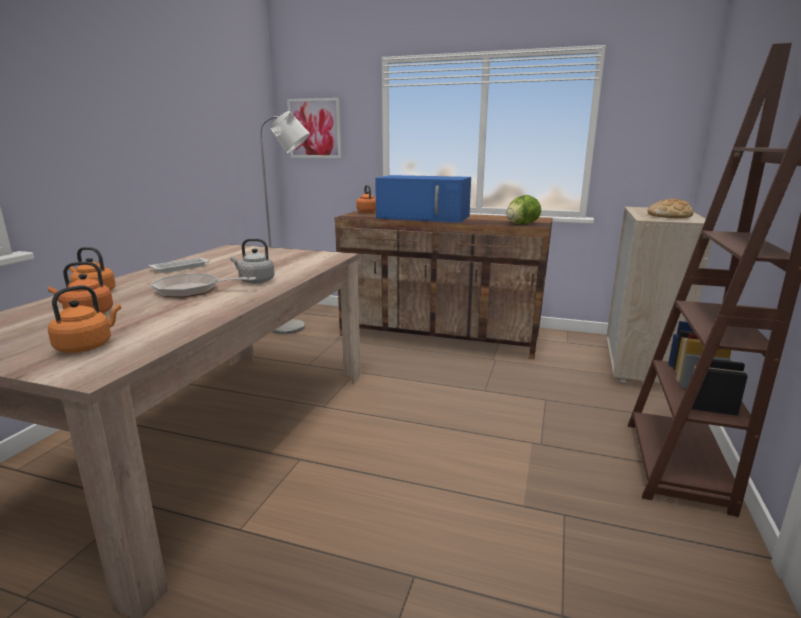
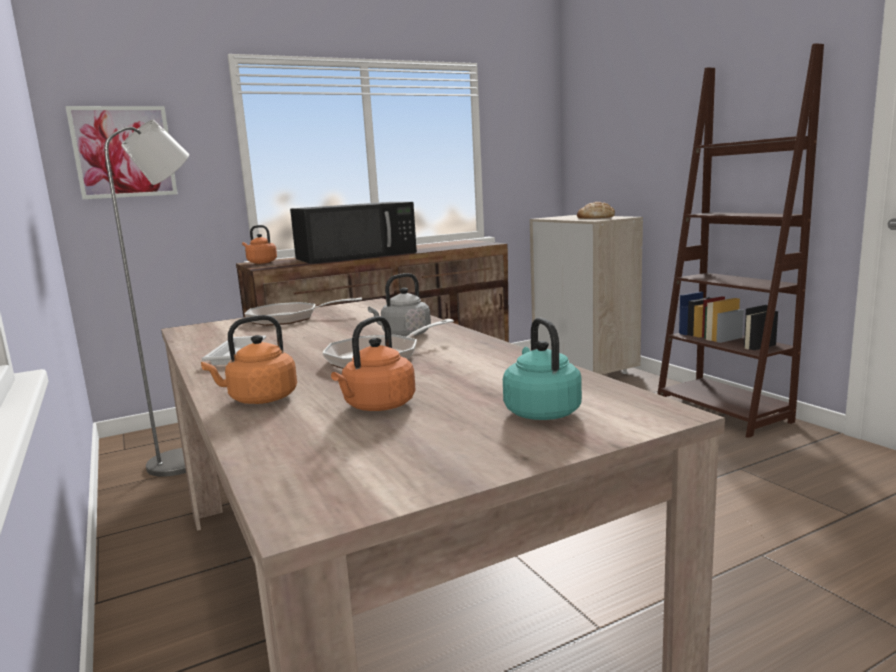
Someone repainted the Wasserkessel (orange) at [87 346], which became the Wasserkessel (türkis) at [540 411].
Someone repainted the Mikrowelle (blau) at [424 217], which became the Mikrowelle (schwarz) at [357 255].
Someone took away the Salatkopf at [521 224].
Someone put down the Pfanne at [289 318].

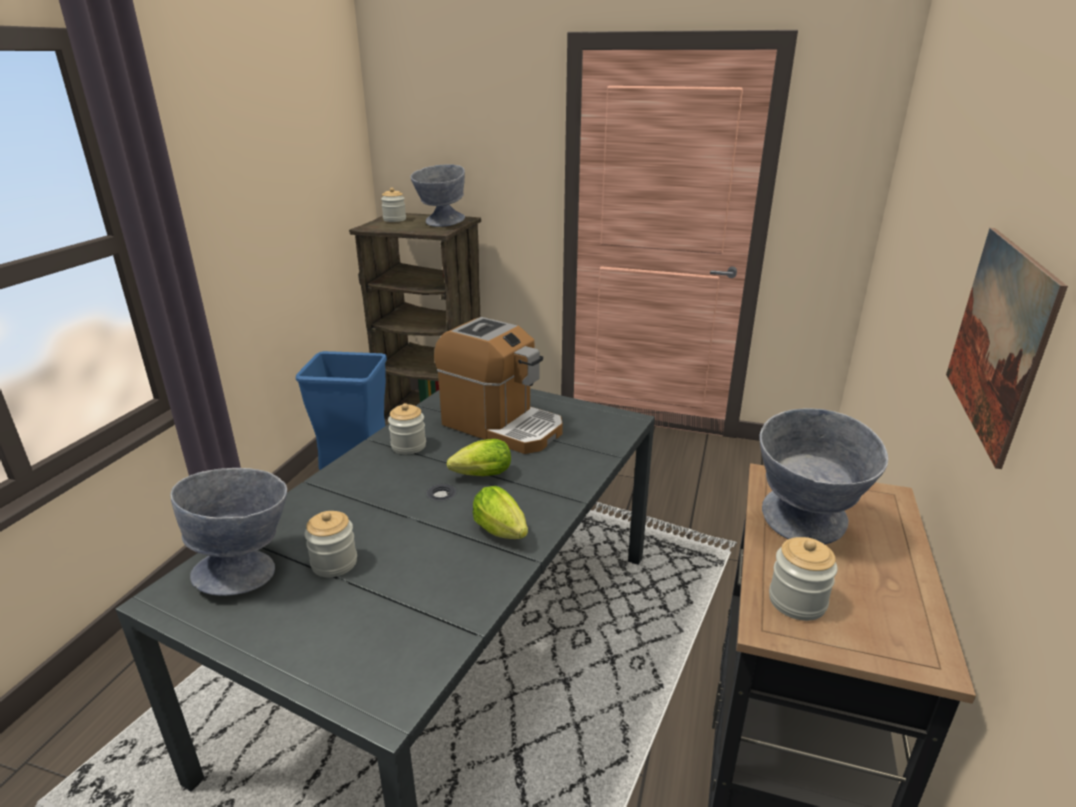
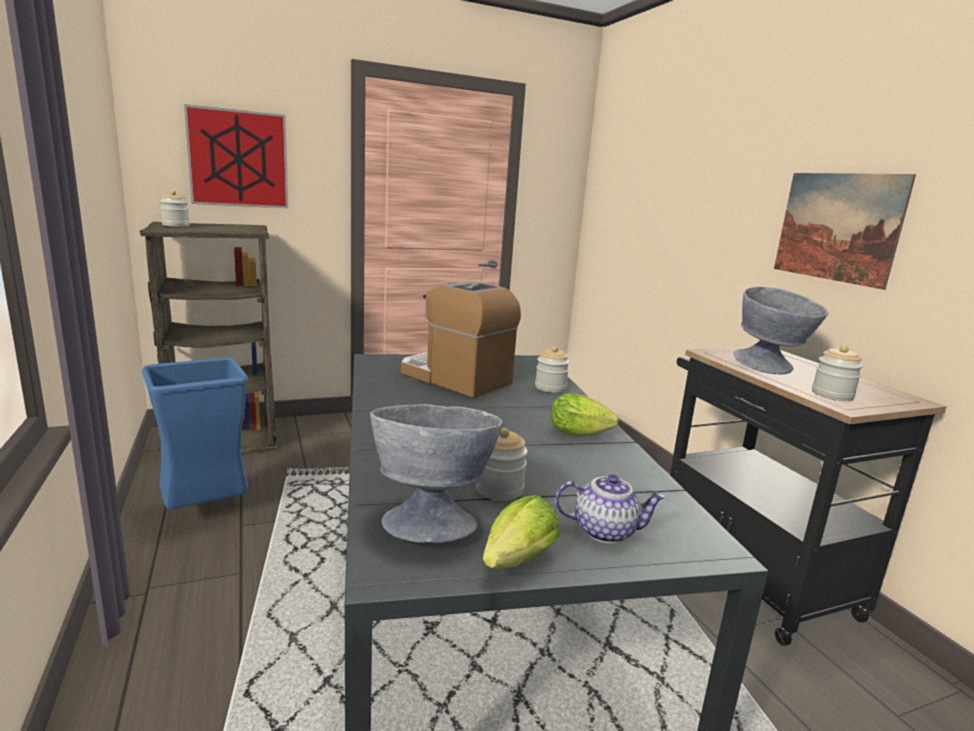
Someone carried the Vorratsglas from [408 446] to [550 387].
Someone took away the Schüssel (grau) at [441 224].
Someone rotated the Kaffeemaschine at [502 426] by 135 degrees counterclockwise.
Someone carried the Salatkopf from [479 476] to [515 563].
Someone put up the Bild at [238 159].
Someone put down the Teekanne at [605 530].

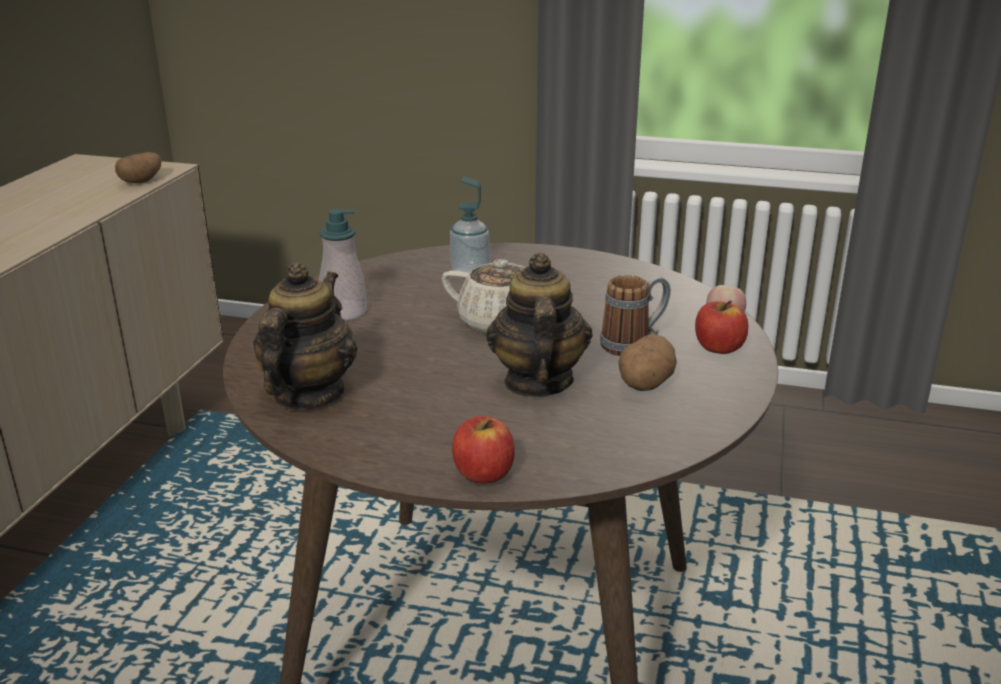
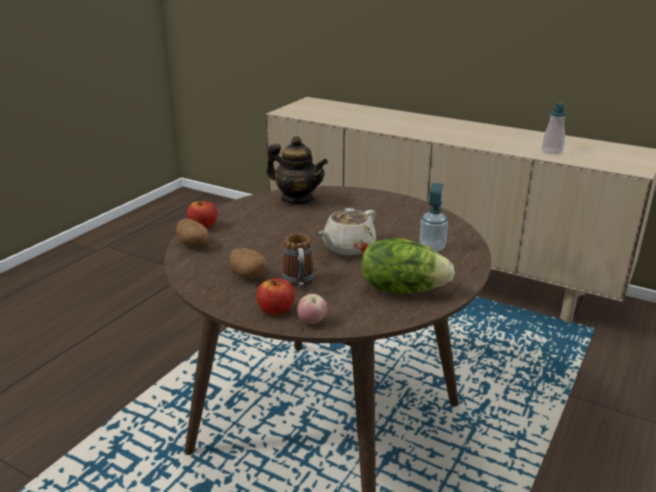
Someone carried the Kartoffel from [141 181] to [194 245].
Someone carried the Seifenspender from [344 312] to [552 151].
Someone took away the Teekanne at [537 382].
Someone put down the Salatkopf at [402 289].

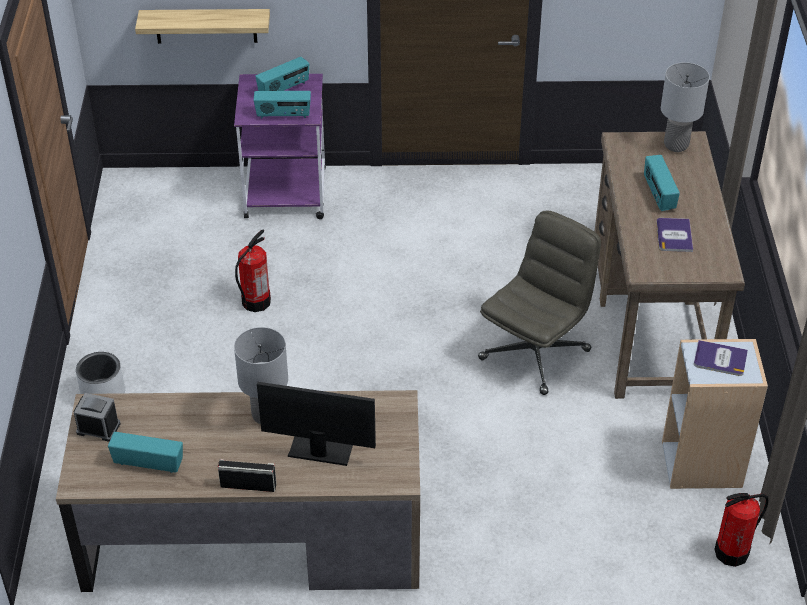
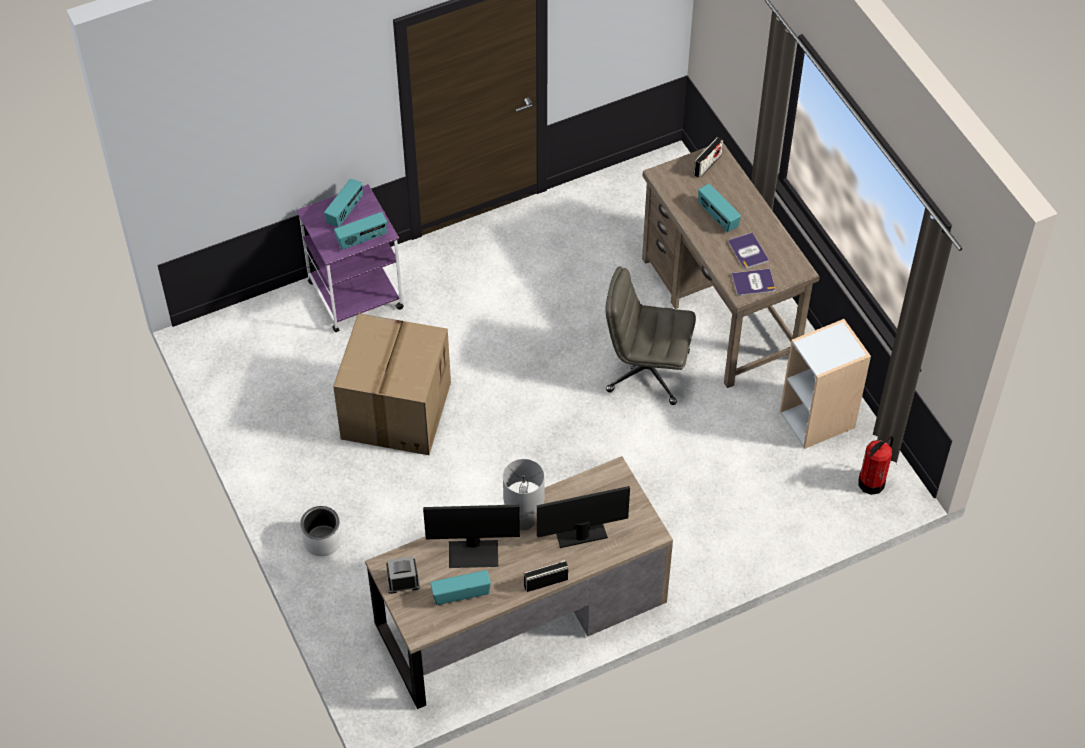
Someone took away the Wandregal at [206 26].
Someone swapped the Feuerlöscher at [255 302] for the Karton at [395 409].
Someone rotated the Bürostuhl (grau) at [535 353] by 90 degrees counterclockwise.
Someone swapped the Tischlampe (grau) at [676 146] for the Radio at [707 165].
Someone carried the Buch from [720 359] to [753 283].
Someone put down the Monitor at [473 553].

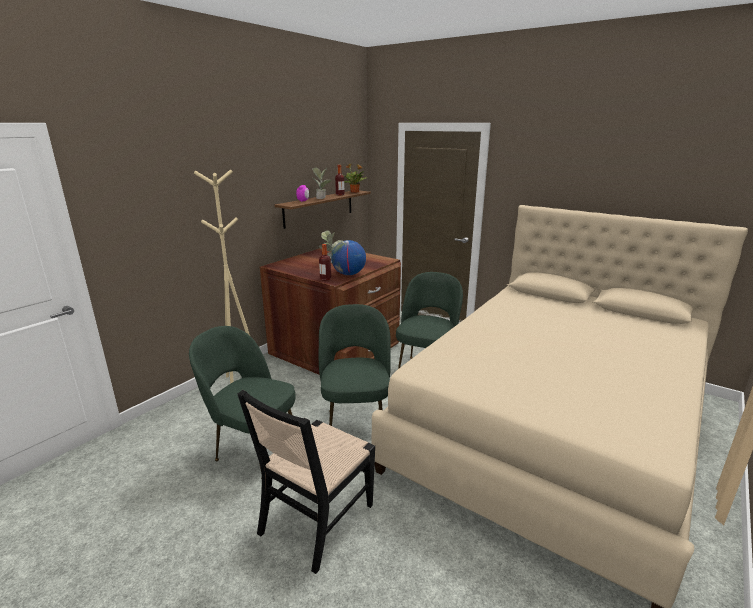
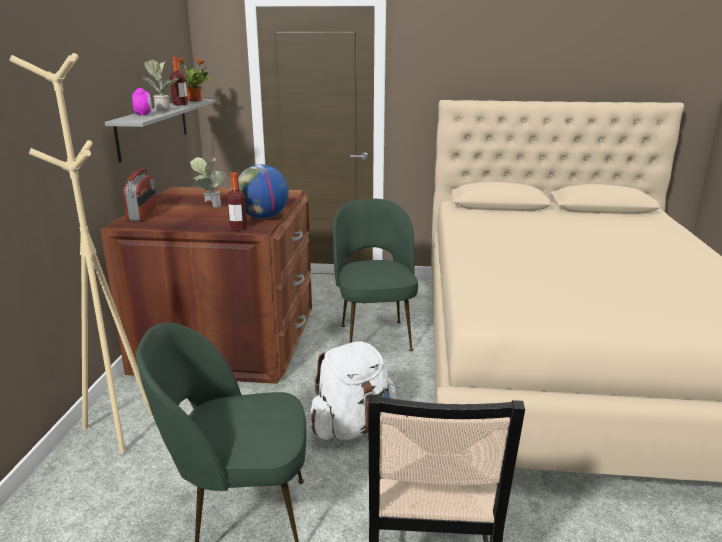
Someone repainted the Wandregal (braun) at [319 208], which became the Wandregal (grau) at [153 127].
Someone swapped the Stuhl (grün) at [356 422] for the Rucksack (weiß) at [352 426].
Someone put down the Radio at [143 214].

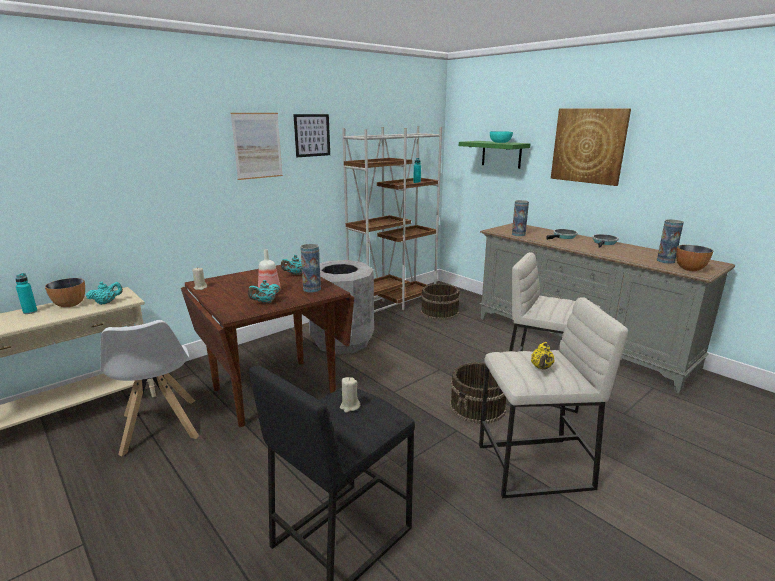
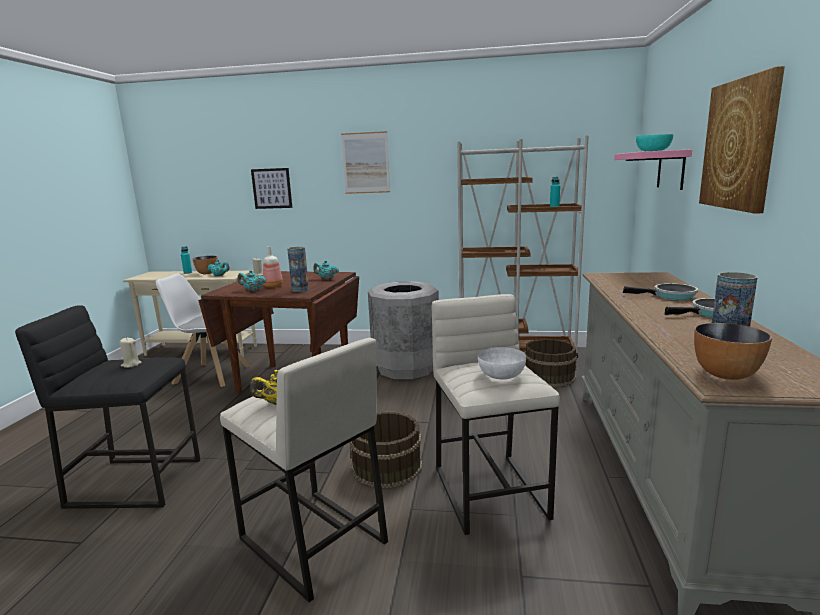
Someone rotated the Stuhl at [159 428] by 75 degrees clockwise.
Someone carried the Bild from [312 135] to [272 188].
Someone repainted the Wandregal (grün) at [501 154], which became the Wandregal (rosa) at [671 169].
Someone took away the Vase at [518 234].
Someone put down the Schüssel (weiß) at [501 375].

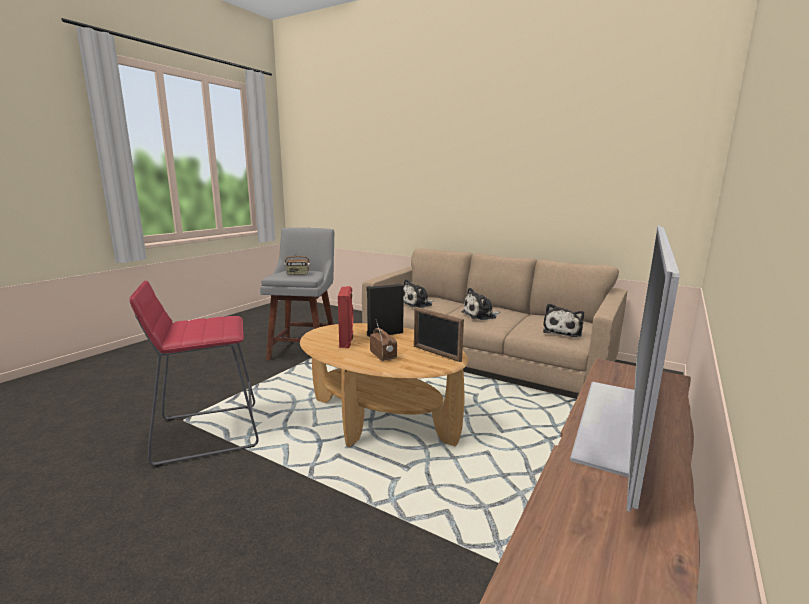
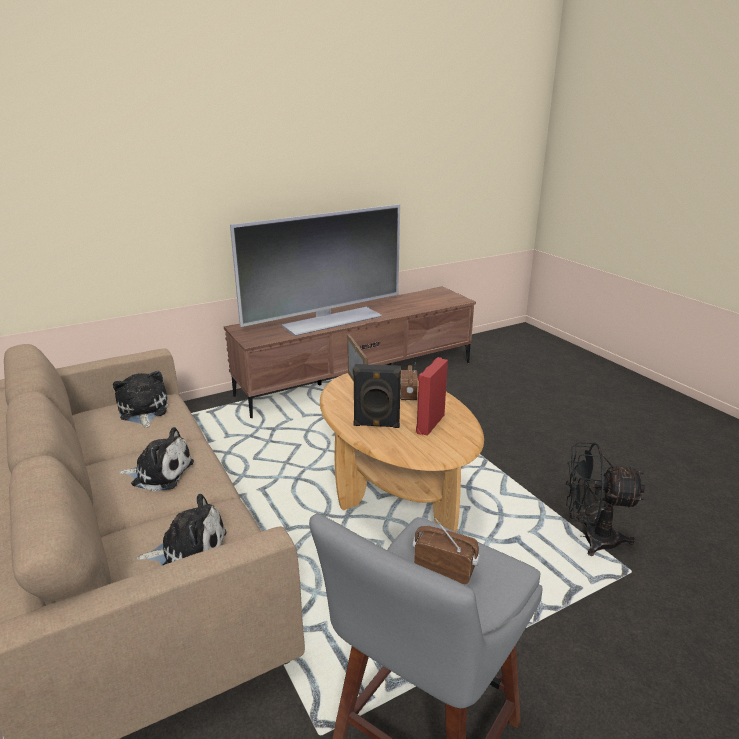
Someone swapped the Hocker (rot) at [207 433] for the Ventilator (schwarz) at [590 538].
Someone rotated the Plüschtier at [563 331] by 75 degrees counterclockwise.

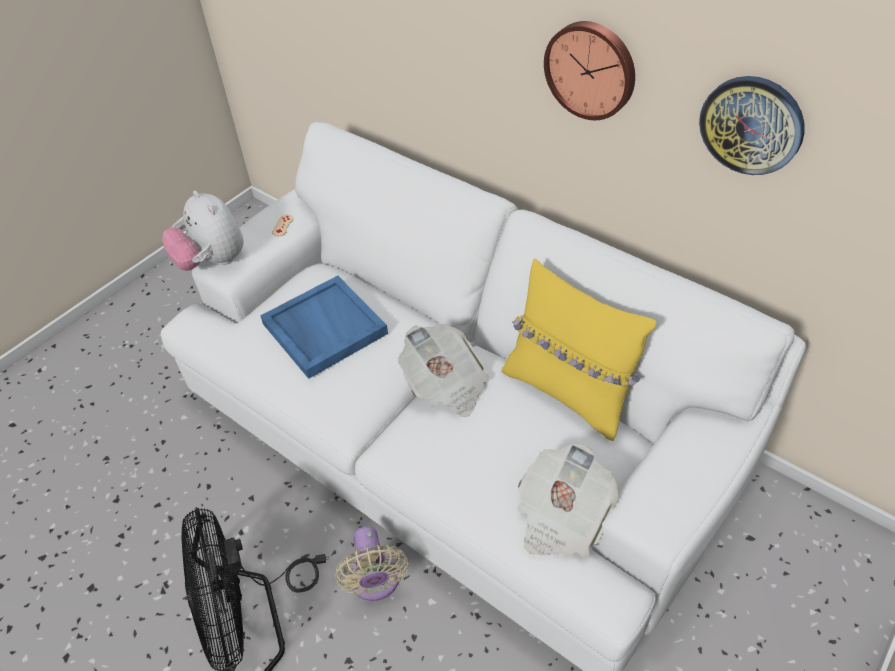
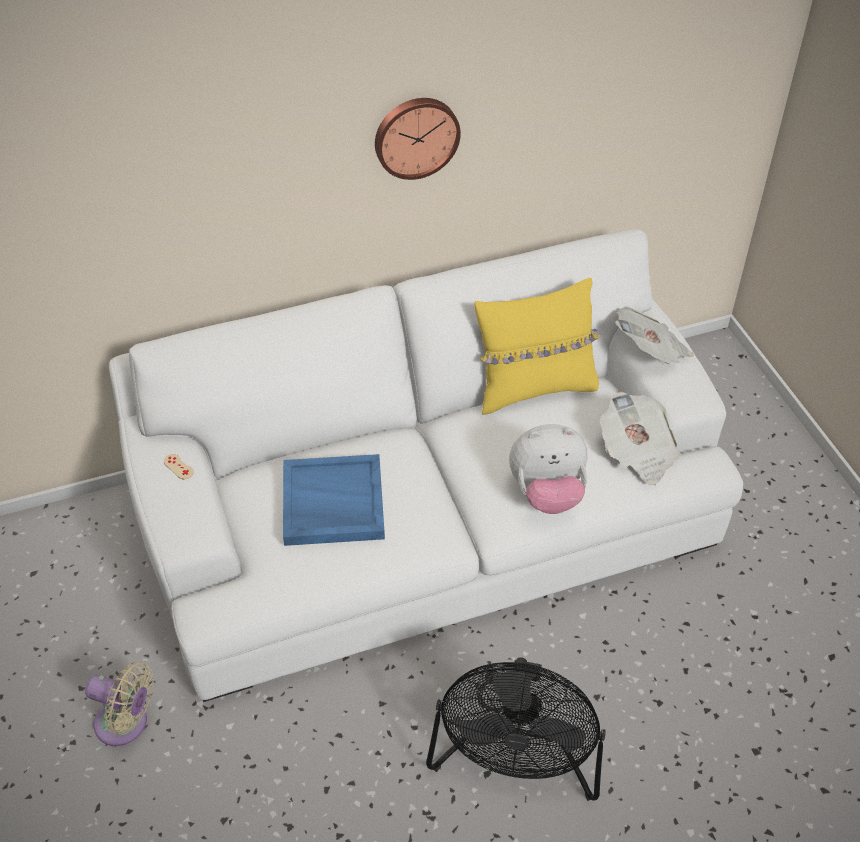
Someone carried the Plüschtier from [212 261] to [547 493].
Someone carried the Ventilator (beige) from [375 582] to [126 724].
Someone carried the Zeitung from [445 385] to [651 352].
Someone took away the Wanduhr at [751 125].

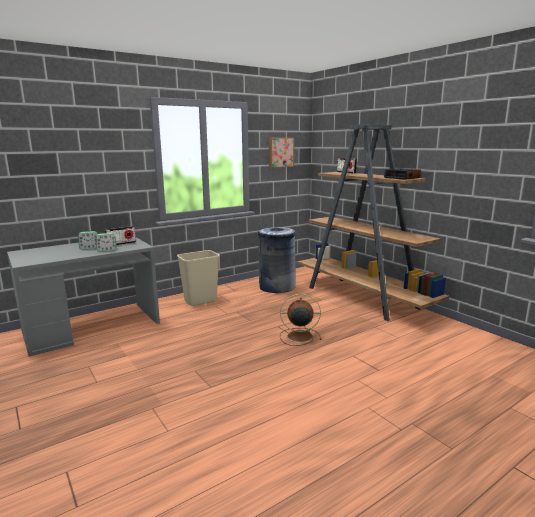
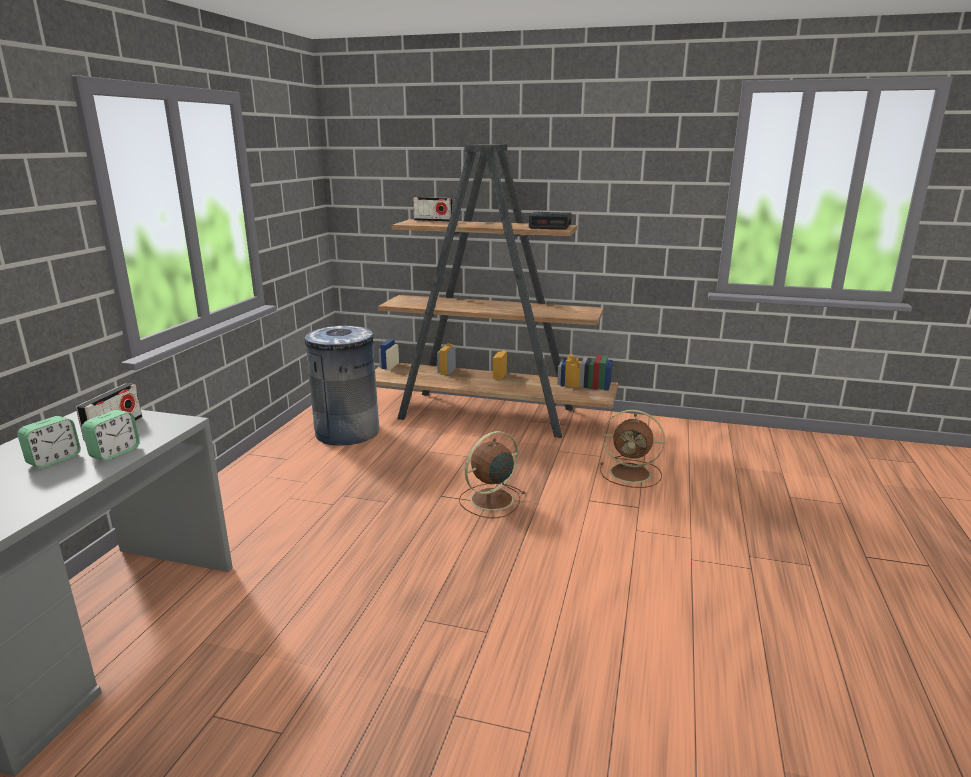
Someone took away the Mülleimer (beige) at [200 301].
Someone took away the Bild at [280 152].
Someone put down the Ventilator (braun) at [632 473].

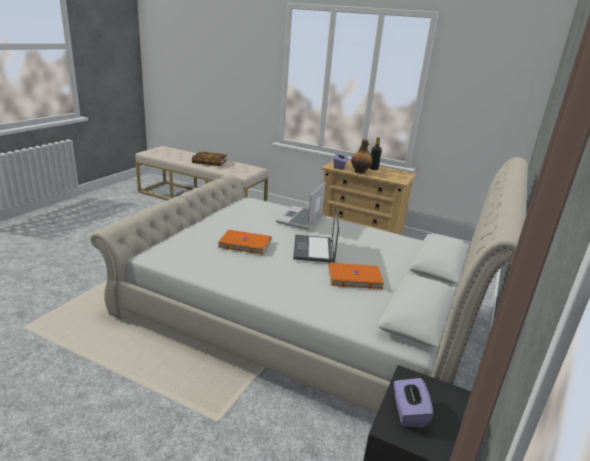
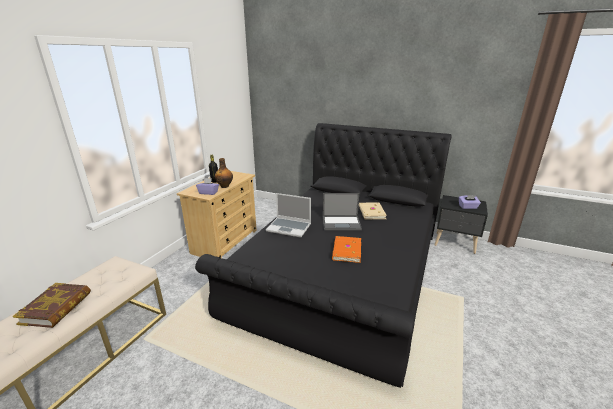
Someone repainted the Bett (beige) at [302 313], which became the Bett (schwarz) at [343 269].
Someone repainted the Buch (orange) at [354 277], which became the Buch (beige) at [371 212].

